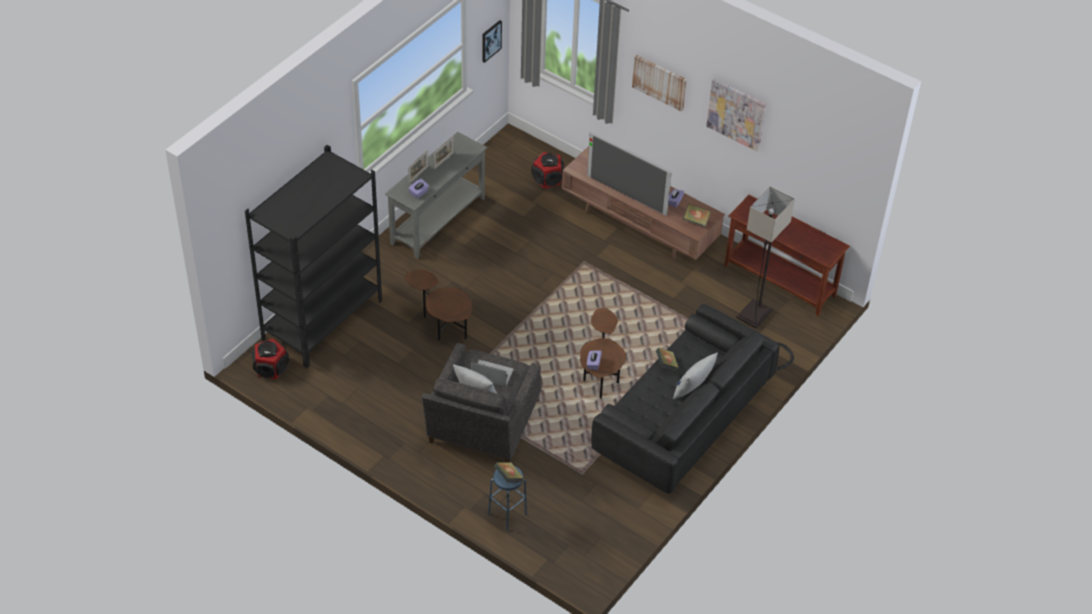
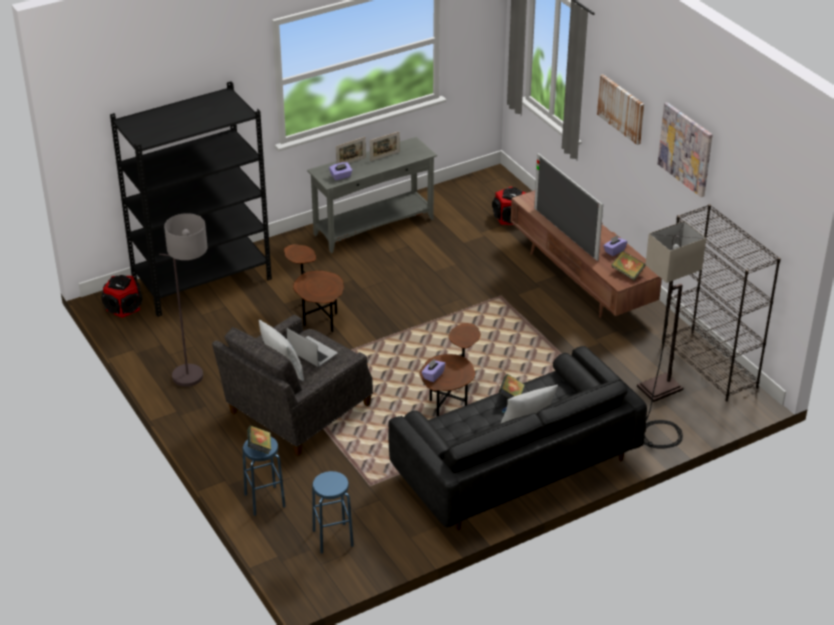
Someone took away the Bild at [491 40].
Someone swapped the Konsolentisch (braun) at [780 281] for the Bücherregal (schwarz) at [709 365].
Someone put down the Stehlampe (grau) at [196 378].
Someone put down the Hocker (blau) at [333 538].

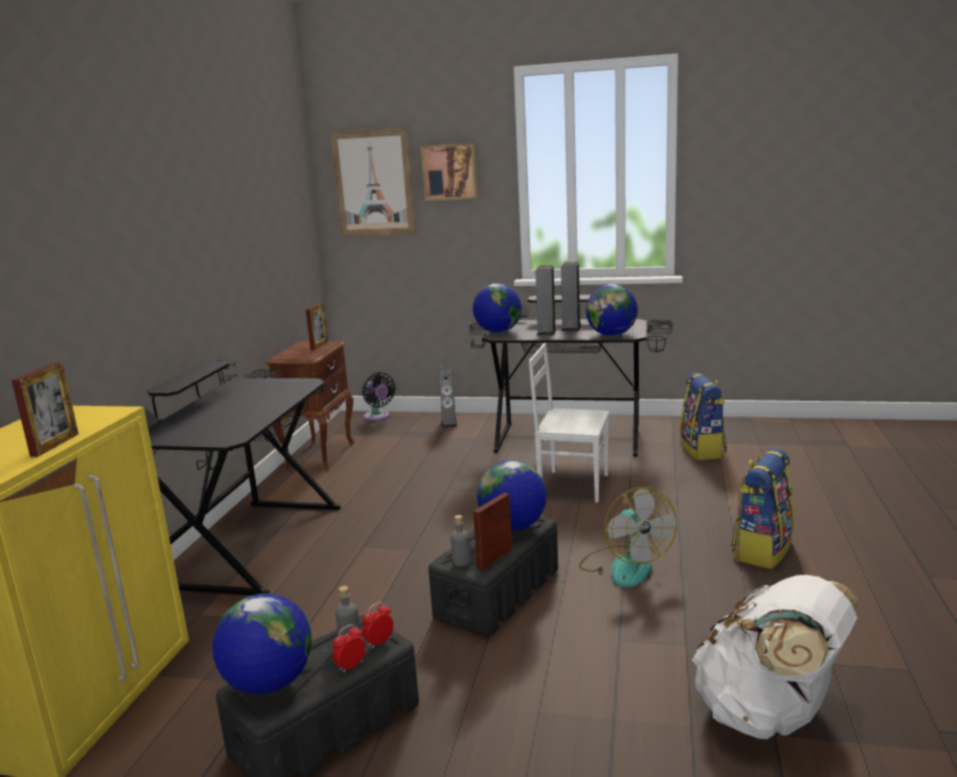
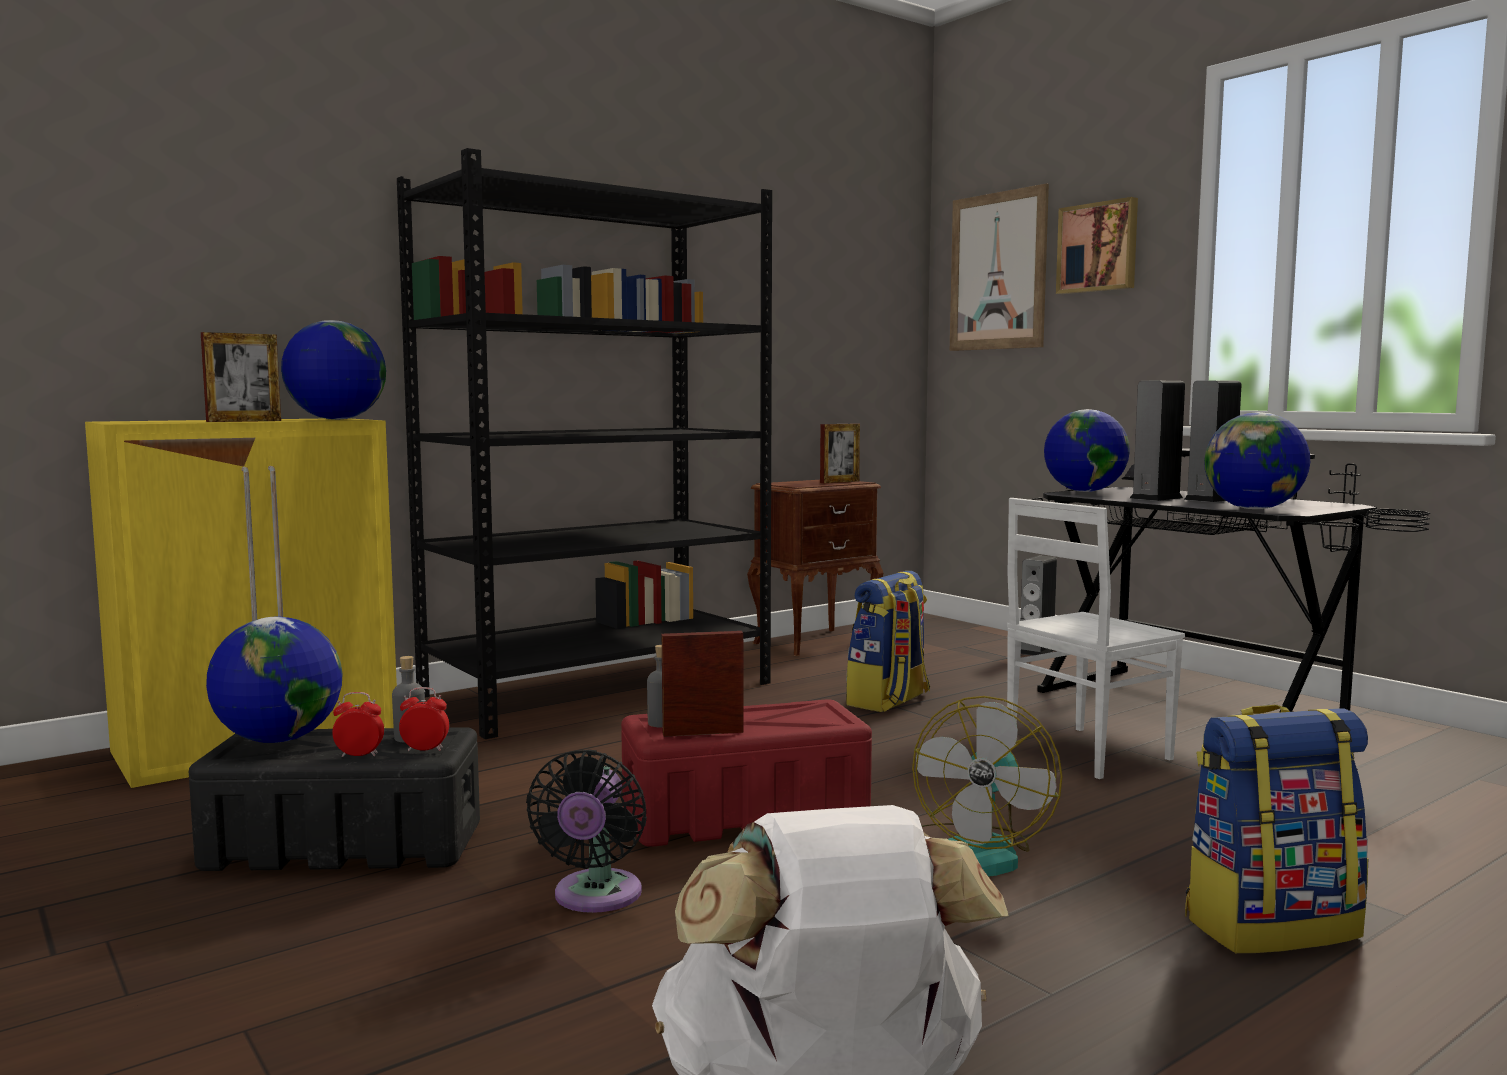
Someone swapped the Schreibtisch (schwarz) at [253 544] for the Bücherregal (schwarz) at [598 690].
Someone carried the Ventilator (schwarz) from [378 417] to [595 897].
Someone repainted the Aufbewahrungsbox (schwarz) at [497 594], which became the Aufbewahrungsbox (rot) at [743 815].
Someone carried the Globus from [513 527] to [336 419].
Someone rotated the Stuhl (weiß) at [573 485] by 90 degrees counterclockwise.
Someone carried the Rucksack from [703 450] to [889 701].

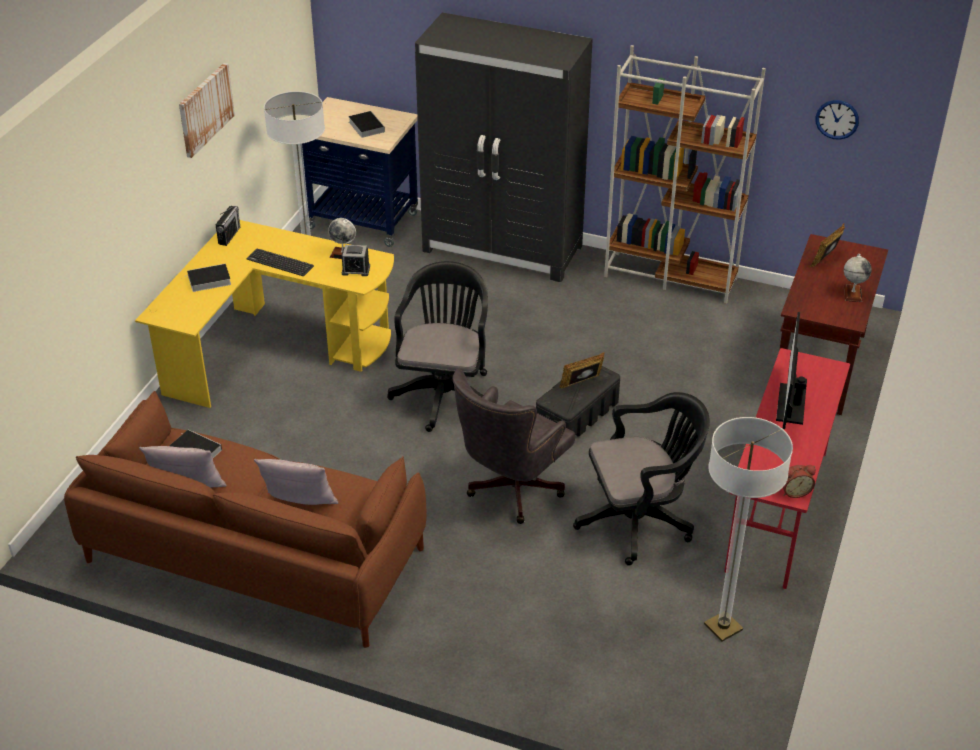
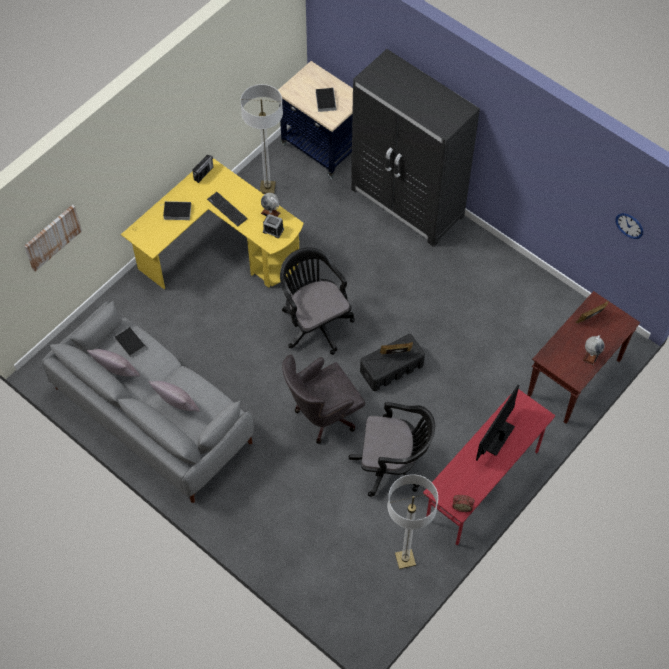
Someone repainted the Sofa (braun) at [255 554], which became the Sofa (grau) at [153 414].
Someone carried the Bild from [205 109] to [52 237].
Someone rotated the Bürostuhl (schwarz) at [444 392] by 60 degrees counterclockwise.
Someone took away the Bücherregal (braun) at [671 278].

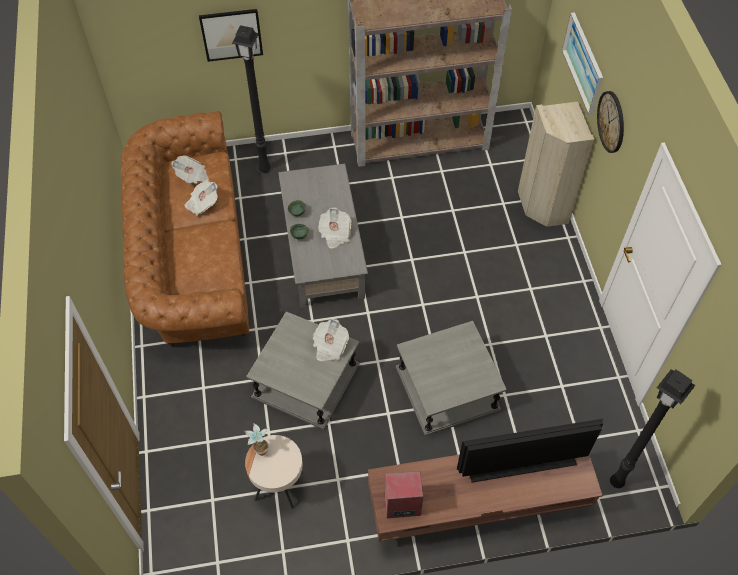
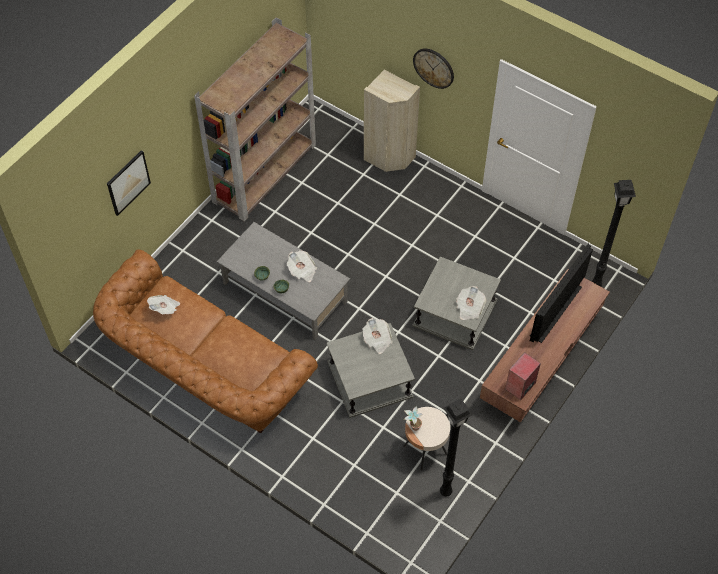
Someone carried the Zeitung from [202 203] to [469 308].
Someone carried the Stehlampe (schwarz) from [263 169] to [445 492].
Someone took away the Bild at [583 63].

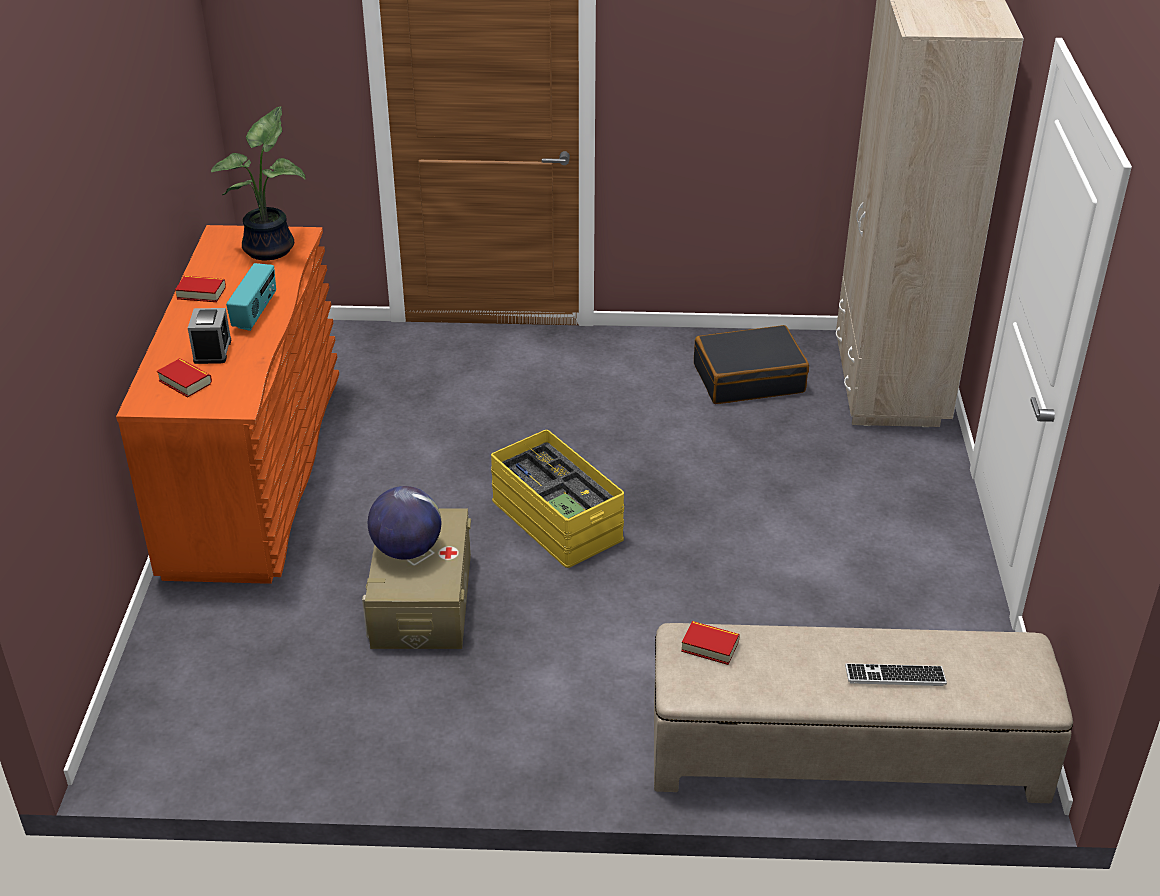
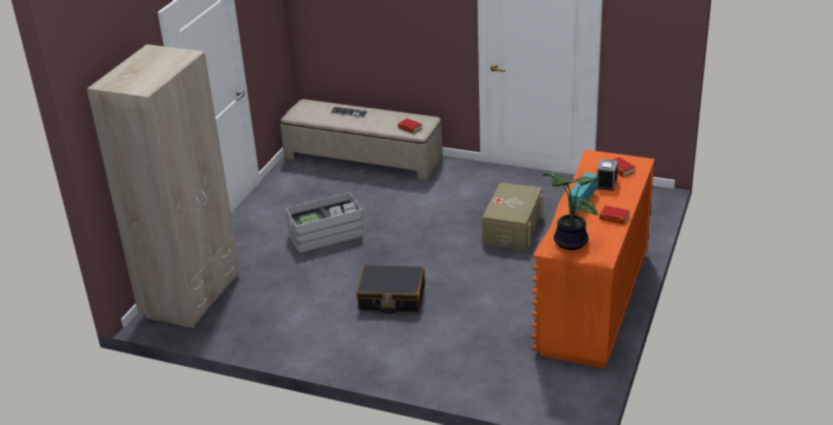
Someone took away the Globus at [406 550].
Someone took away the Aufbewahrungsbox (gelb) at [555 519].
Someone carried the Koffer (schwarz) from [748 378] to [391 297].
Someone put down the Aufbewahrungsbox (grau) at [326 234].

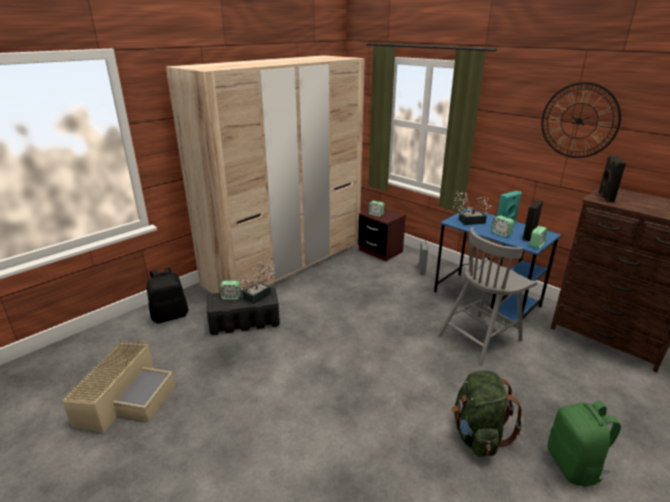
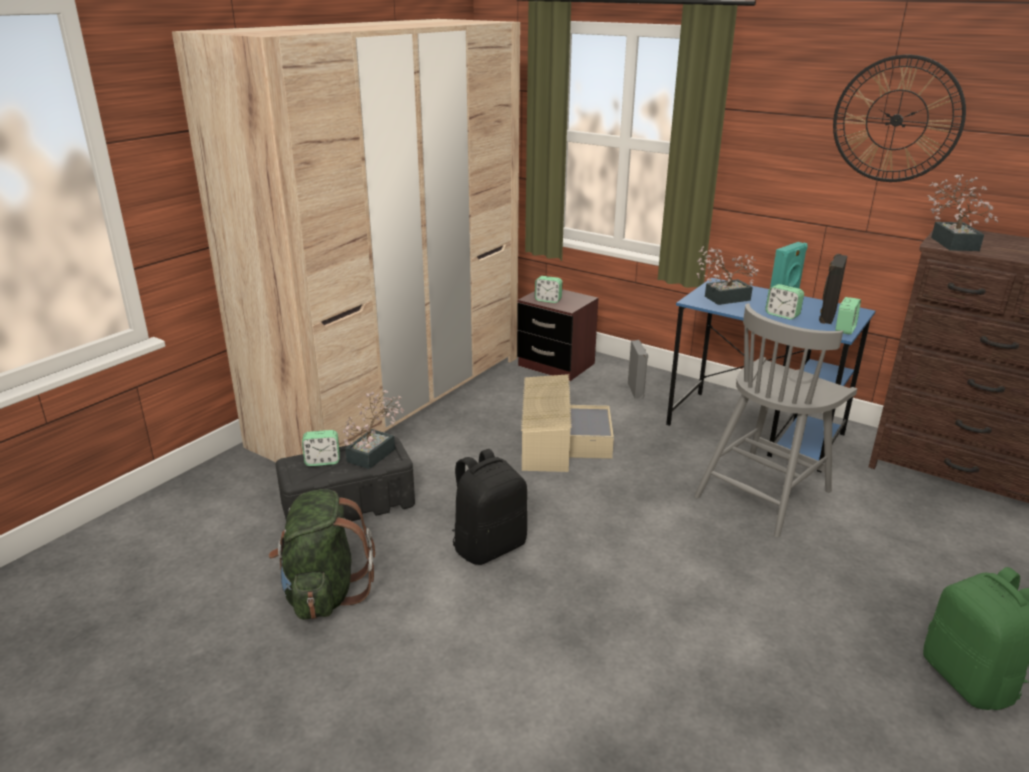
Someone carried the Aufbewahrungsbox (beige) from [126 397] to [559 440].
Someone carried the Rucksack (schwarz) from [170 315] to [489 546].
Someone carried the Rucksack (grün) from [477 435] to [324 593].
Someone swapped the Lautsprecher (schwarz) at [605 197] for the Topfpflanze at [952 242].

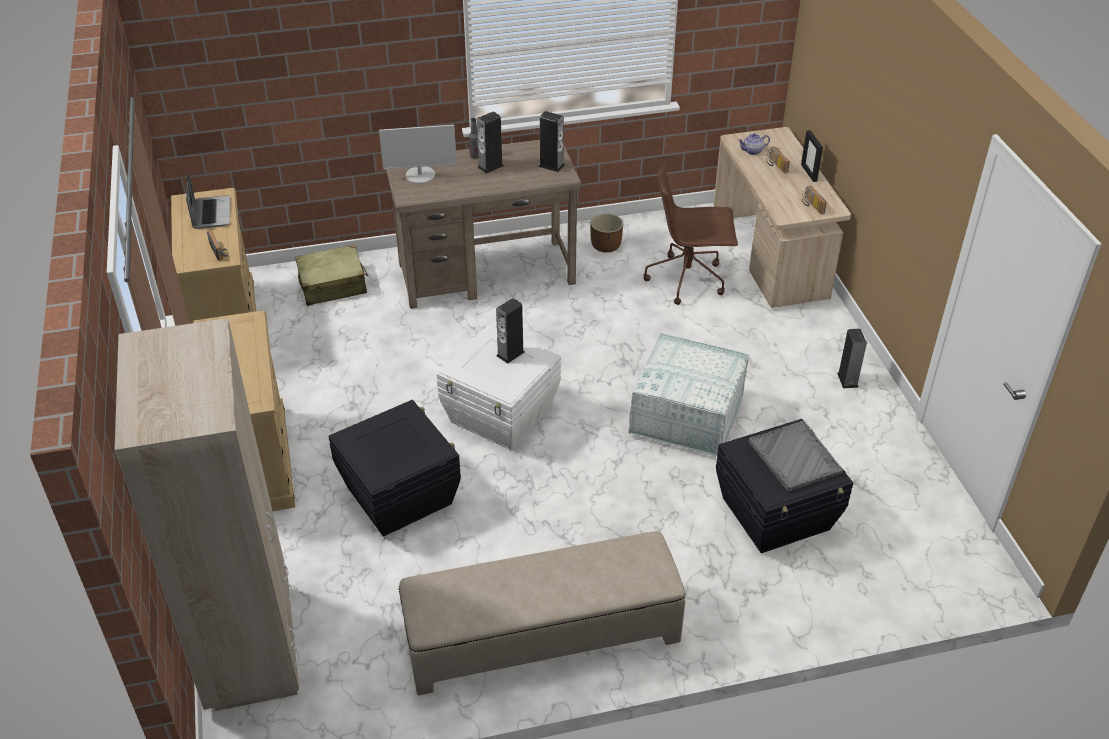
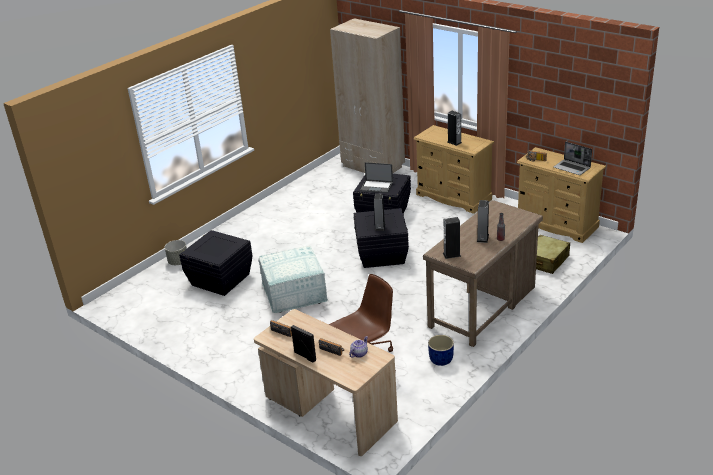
Someone took away the Monitor at [420 175].
Someone took away the Bank (beige) at [541 635].
Someone repainted the Aufbewahrungsbox (weiß) at [501 415], which became the Aufbewahrungsbox (schwarz) at [381 254].
Someone repainted the Pflanzkübel (braun) at [606 246], which became the Pflanzkübel (blau) at [441 360].
Someone took away the Tablett (grau) at [795 458].
Someone carried the Lautsprecher from [847 380] to [454 142].
Someone put down the Pflanzkübel (grau) at [178 262].
Someone put down the Laptop at [377 186].

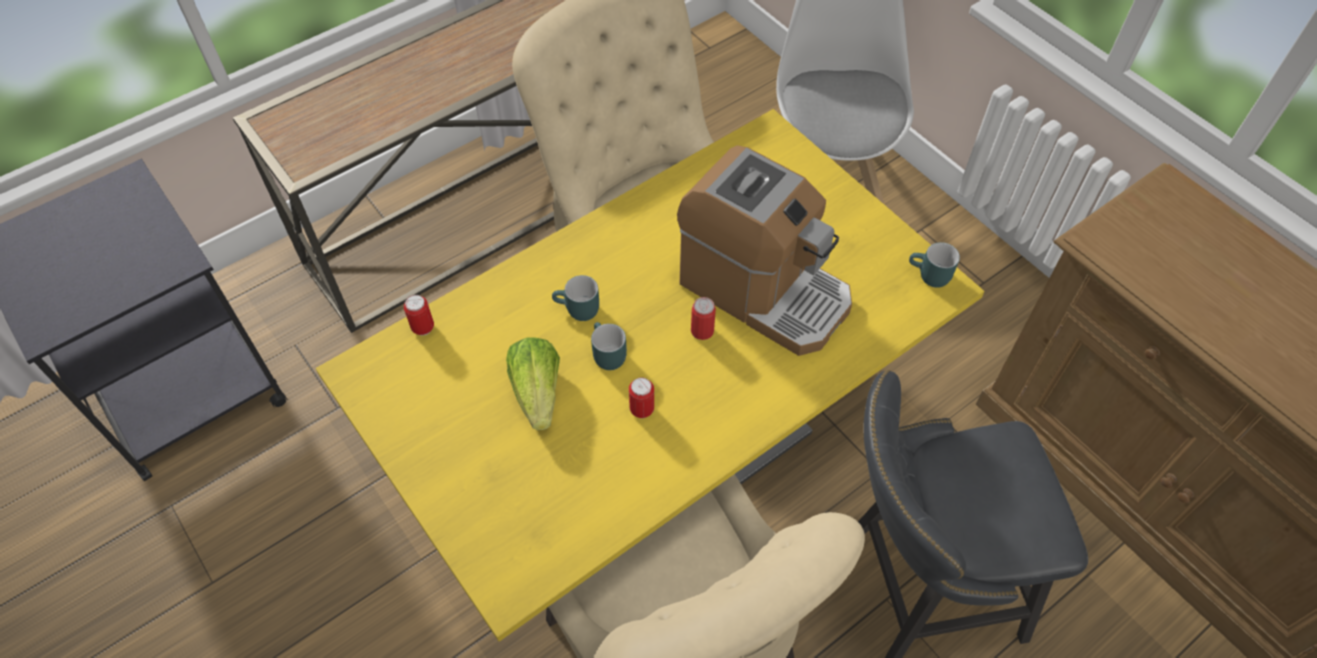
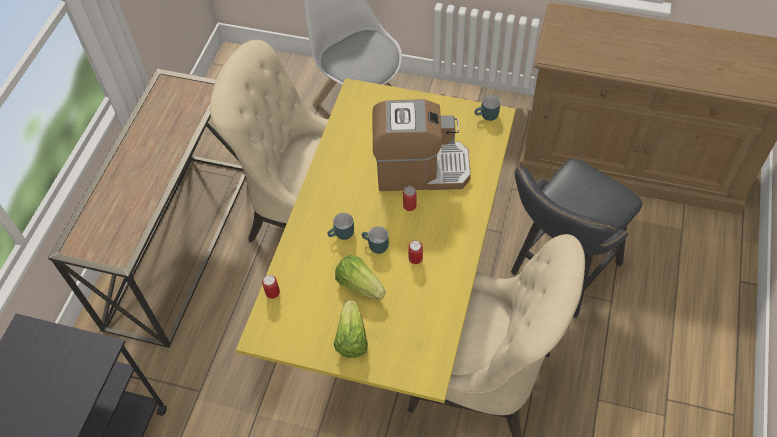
Someone put down the Salatkopf at [351 338].

